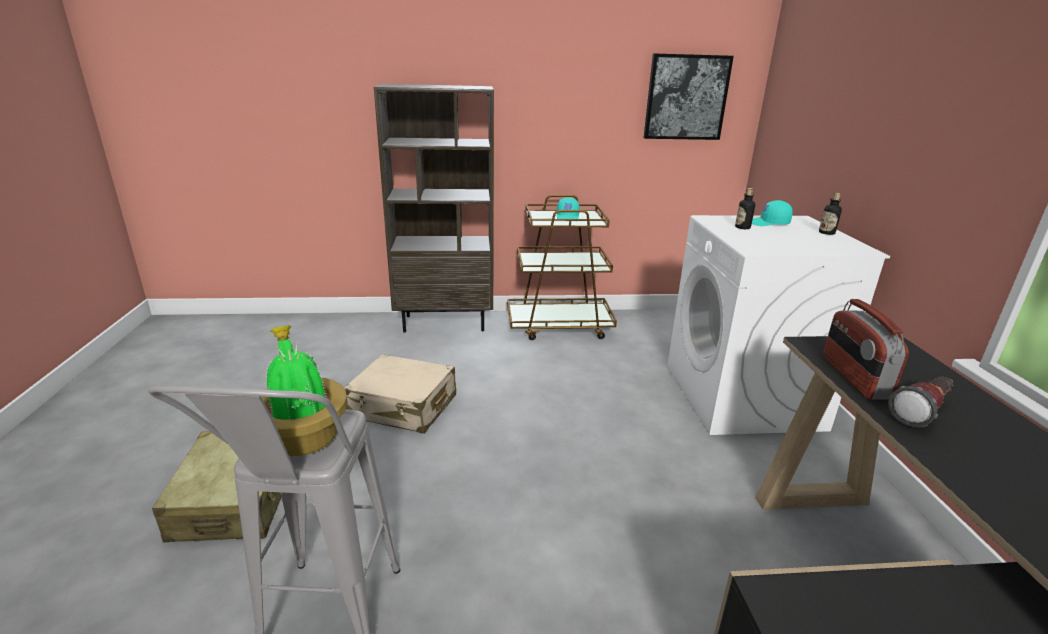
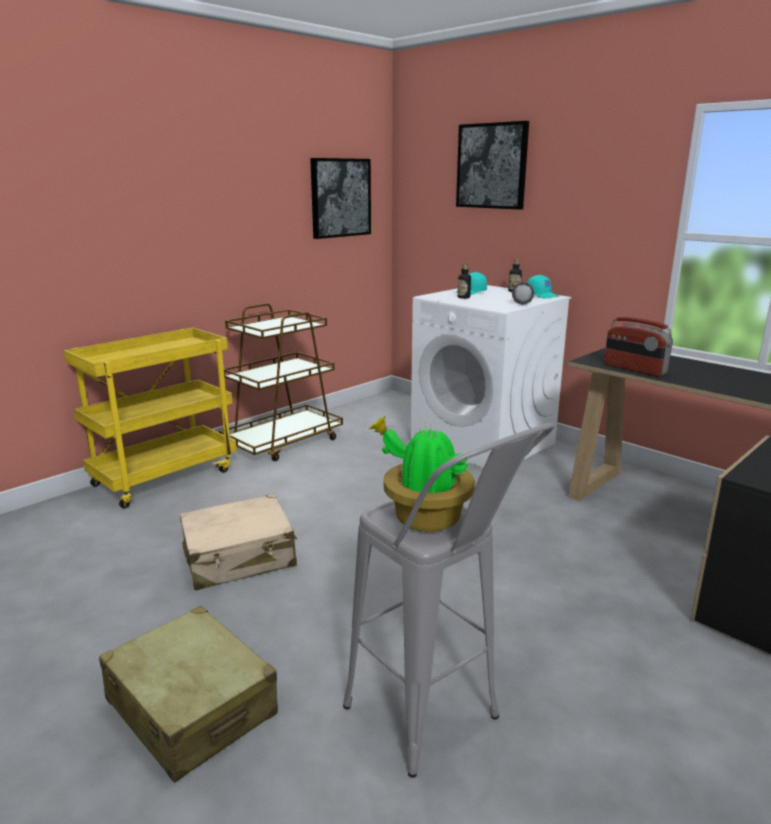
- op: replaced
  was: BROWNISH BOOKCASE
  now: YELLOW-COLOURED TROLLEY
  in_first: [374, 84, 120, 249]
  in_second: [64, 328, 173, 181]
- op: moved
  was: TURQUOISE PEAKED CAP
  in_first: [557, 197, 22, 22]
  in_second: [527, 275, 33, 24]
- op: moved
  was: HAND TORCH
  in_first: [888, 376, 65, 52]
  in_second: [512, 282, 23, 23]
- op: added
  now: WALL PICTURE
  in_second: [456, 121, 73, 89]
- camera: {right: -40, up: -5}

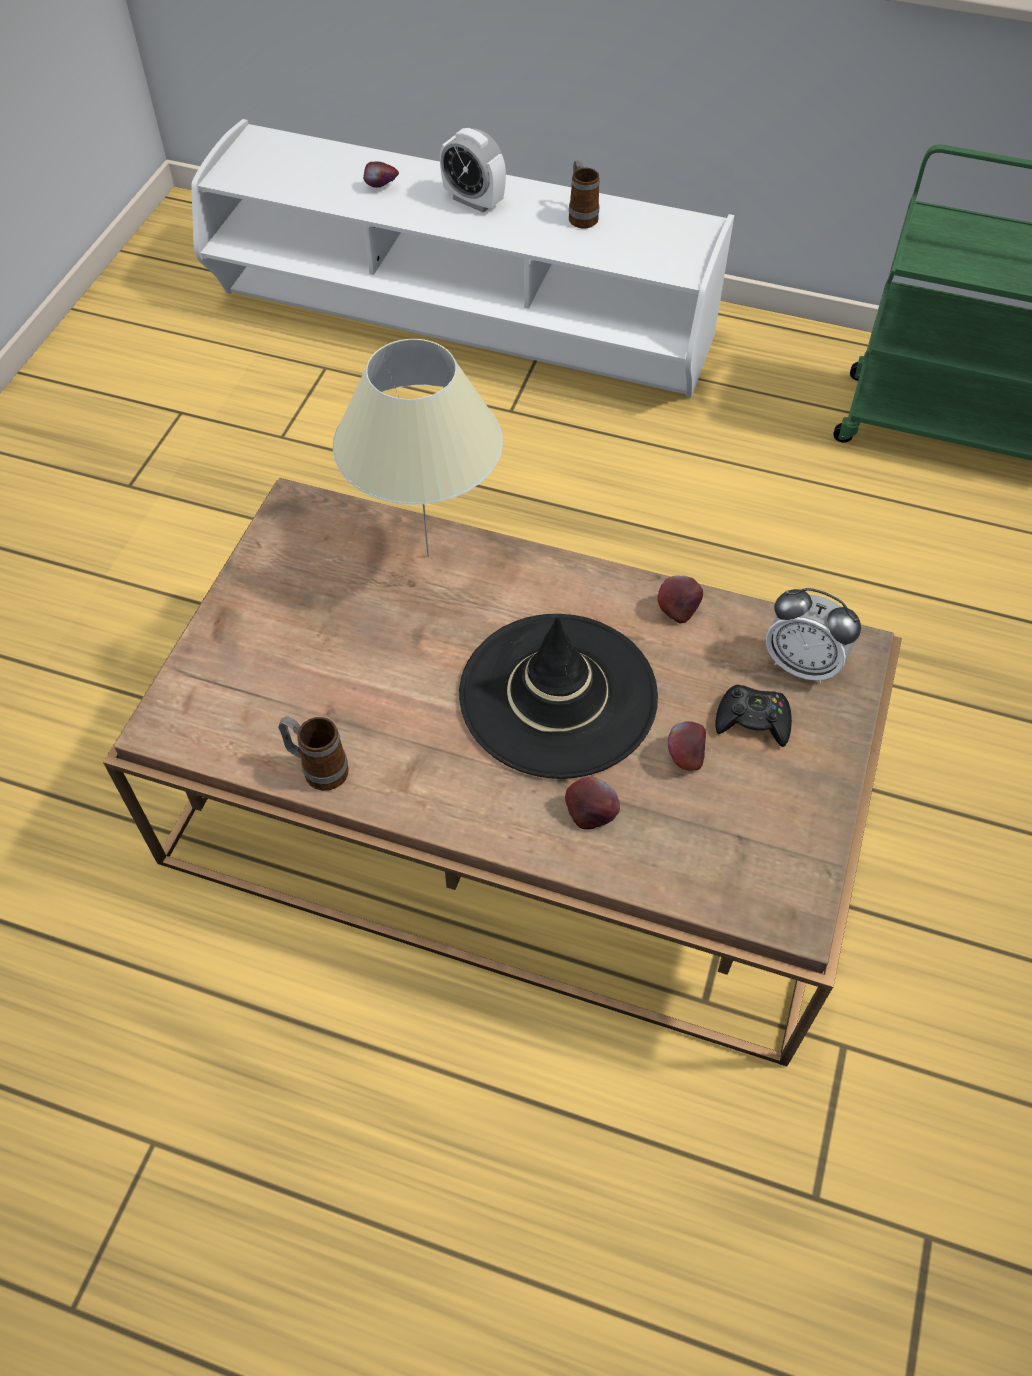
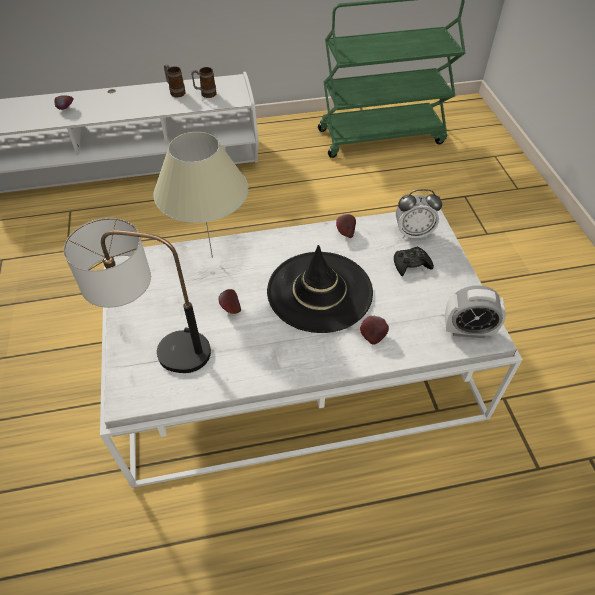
- op: moved
  was: ALARM CLOCK
  in_first: [440, 128, 66, 85]
  in_second: [445, 285, 61, 53]
- op: recoloured
  was: BROWNISH COFFEE TABLE
  now: WHITE-COLOURED COFFEE TABLE
  in_first: [103, 478, 799, 589]
  in_second: [100, 209, 423, 279]
- op: moved
  was: COFFEE MUG
  in_first: [278, 717, 70, 74]
  in_second: [191, 67, 26, 31]
- op: moved
  was: APPLE
  in_first: [668, 721, 38, 50]
  in_second: [219, 289, 22, 25]
- op: added
  now: TABLE LAMP
  in_second: [63, 218, 148, 155]
- camera: {right: -30, up: -5}

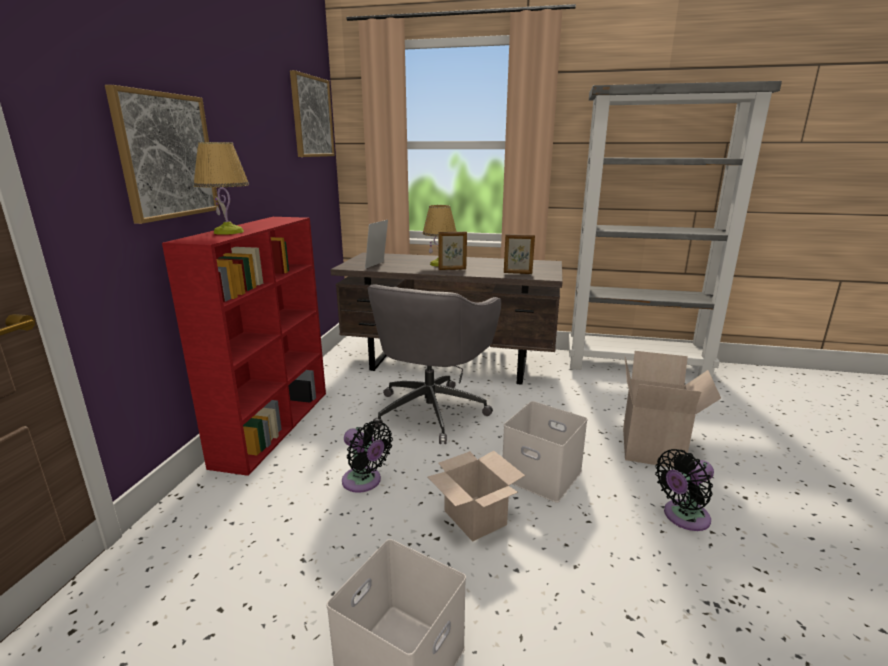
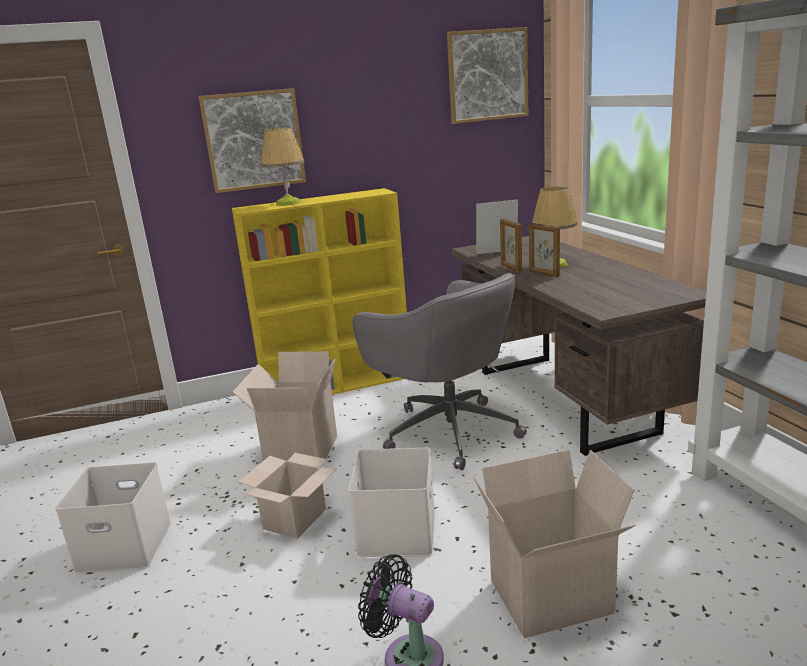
- op: recoloured
  was: REDDISH BOOKCASE
  now: YELLOW-COLOURED BOOKCASE
  in_first: [162, 217, 164, 259]
  in_second: [232, 188, 175, 207]
- op: moved
  was: STANDING FRAME
  in_first: [504, 234, 31, 40]
  in_second: [500, 219, 22, 53]
- op: turned
  was: GRAY OFFICE CHAIR
  in_first: [367, 284, 134, 160]
  in_second: [353, 273, 174, 197]
  clockwise: -120
- op: replaced
  was: BLACK COOLING FAN
  now: CARDBOARD BOX
  in_first: [342, 421, 51, 72]
  in_second: [233, 351, 104, 116]
- camera: {right: 60, up: 0}

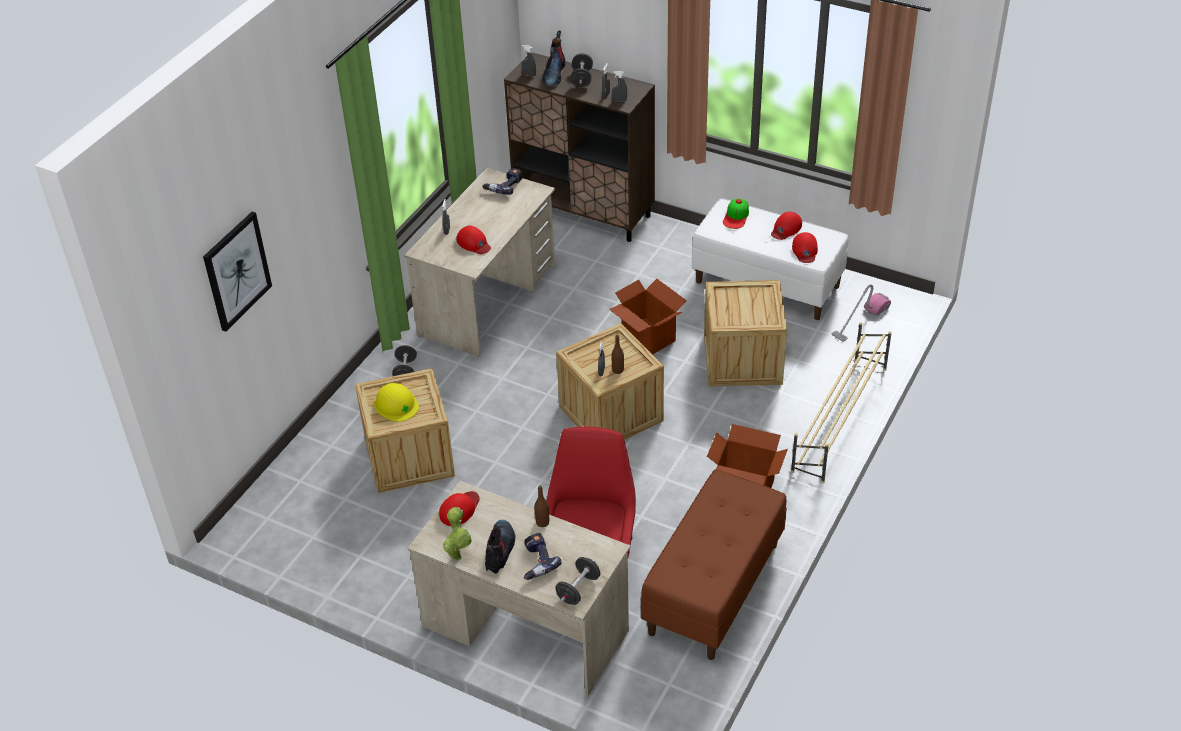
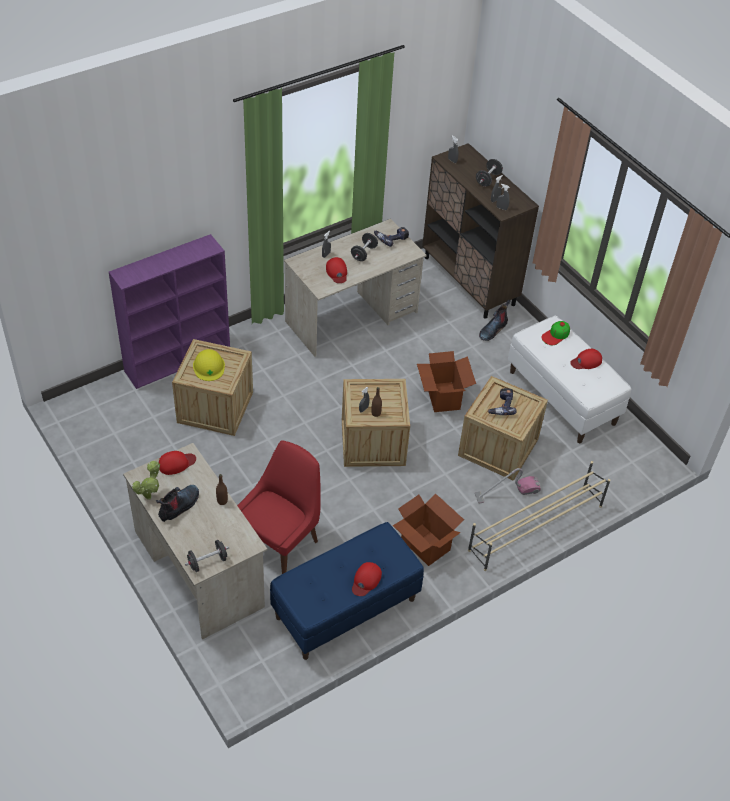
- op: moved
  was: TALL BOOT
  in_first: [542, 30, 23, 56]
  in_second: [479, 300, 31, 41]
- op: removed
  was: WALL PICTURE
  in_first: [203, 212, 69, 120]
- op: moved
  was: REDDISH PEAKED CAP
  in_first: [792, 232, 26, 31]
  in_second: [352, 562, 30, 34]
- op: moved
  was: VACUUM
  in_first: [832, 284, 59, 58]
  in_second: [475, 468, 66, 35]
- op: moved
  was: BLACK HAND WEIGHT
  in_first: [392, 345, 25, 31]
  in_second: [351, 233, 27, 28]
- op: recoloured
  was: BROWNISH LONG SEAT
  now: BLUISH LONG SEAT
  in_first: [641, 469, 146, 191]
  in_second: [270, 522, 154, 138]
- op: moved
  was: DRILL
  in_first: [524, 533, 37, 47]
  in_second: [488, 388, 29, 27]
- op: added
  now: PURPLE BOOKCASE
  in_second: [109, 234, 121, 155]
- camera: {right: 25, up: 5}

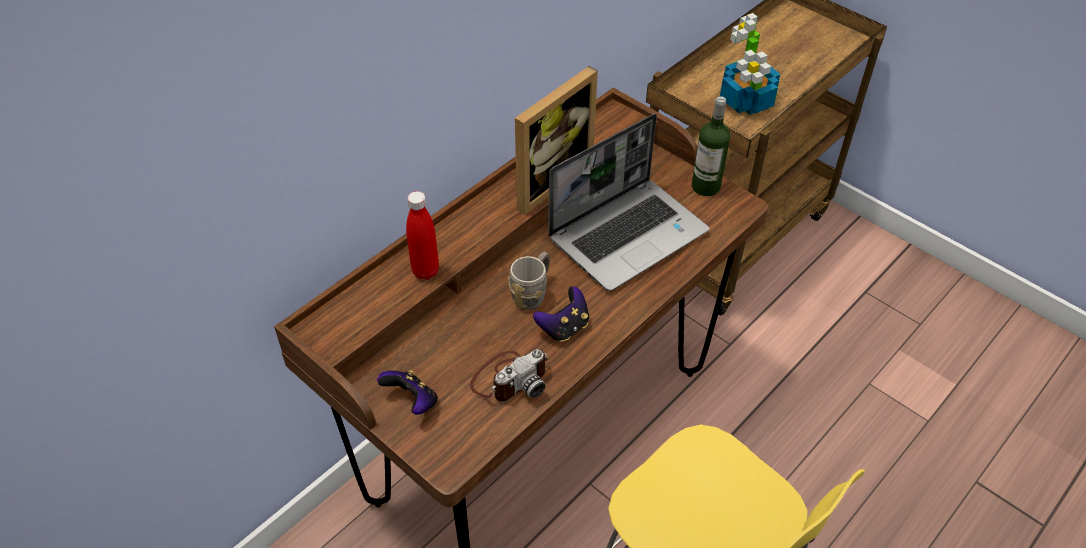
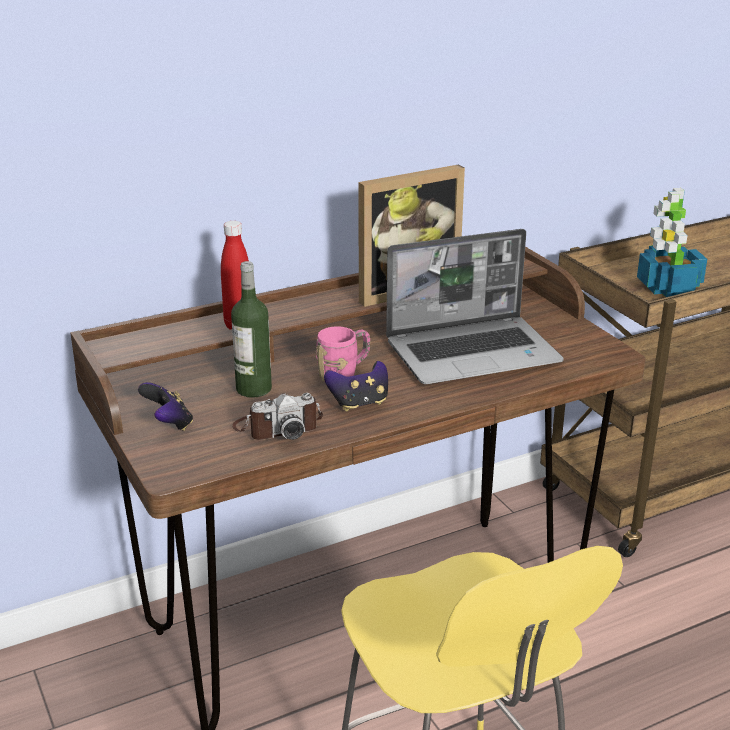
- op: moved
  was: BOTTLE
  in_first: [692, 96, 38, 100]
  in_second: [231, 261, 41, 137]
- op: recoloured
  was: GRAY COFFEE MUG
  now: PINK COFFEE MUG
  in_first: [508, 252, 42, 58]
  in_second: [316, 326, 54, 56]
- camera: {right: 20, up: -20}

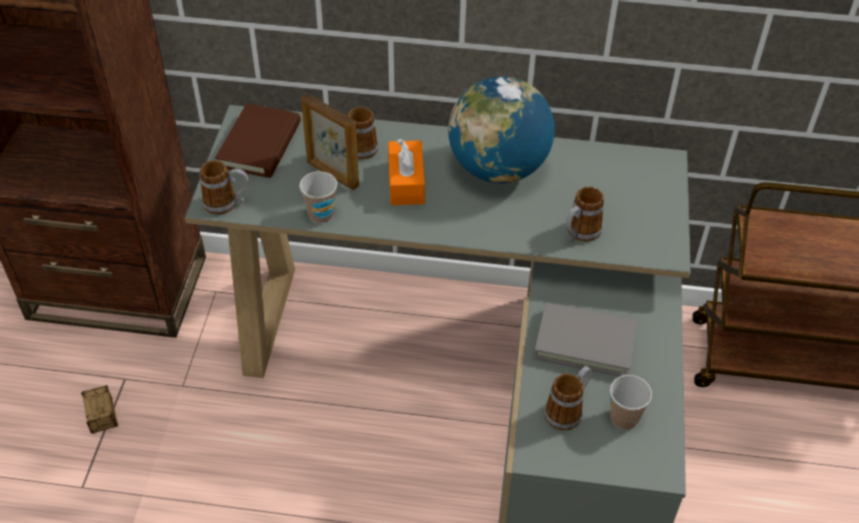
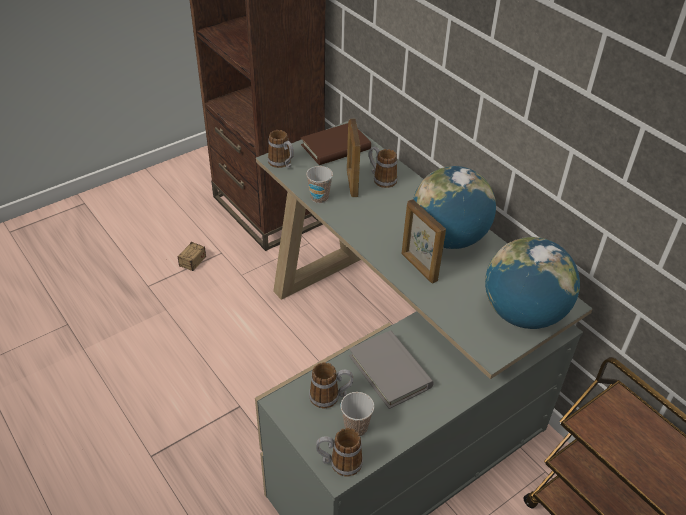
- op: removed
  was: ORANGE BOX OF TISSUES
  in_first: [388, 139, 37, 66]
- op: moved
  was: COFFEE MUG
  in_first: [565, 187, 39, 55]
  in_second: [316, 428, 47, 49]
- op: added
  now: STANDING FRAME
  in_second: [401, 199, 45, 85]
- op: added
  now: GLOBE
  in_second: [485, 237, 95, 92]
- camera: {right: 45, up: -5}

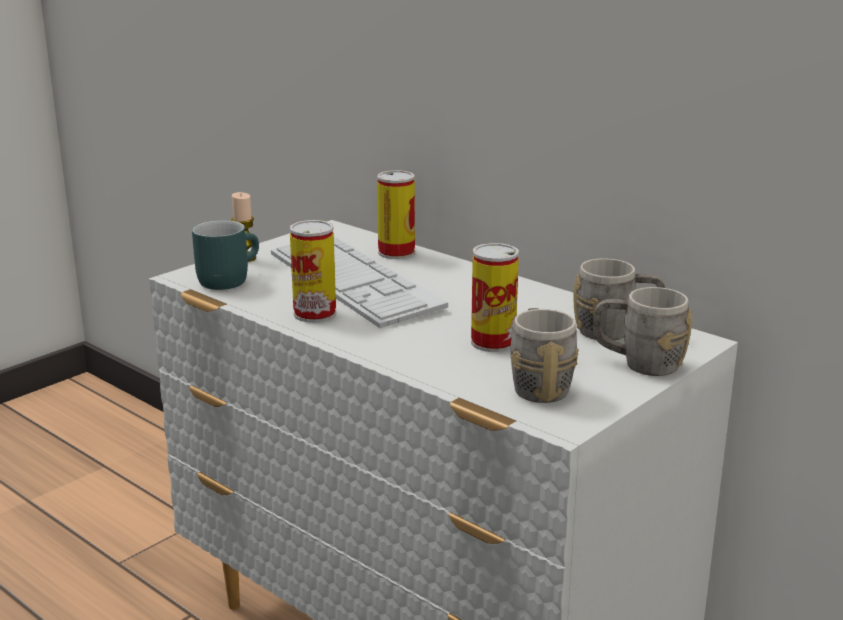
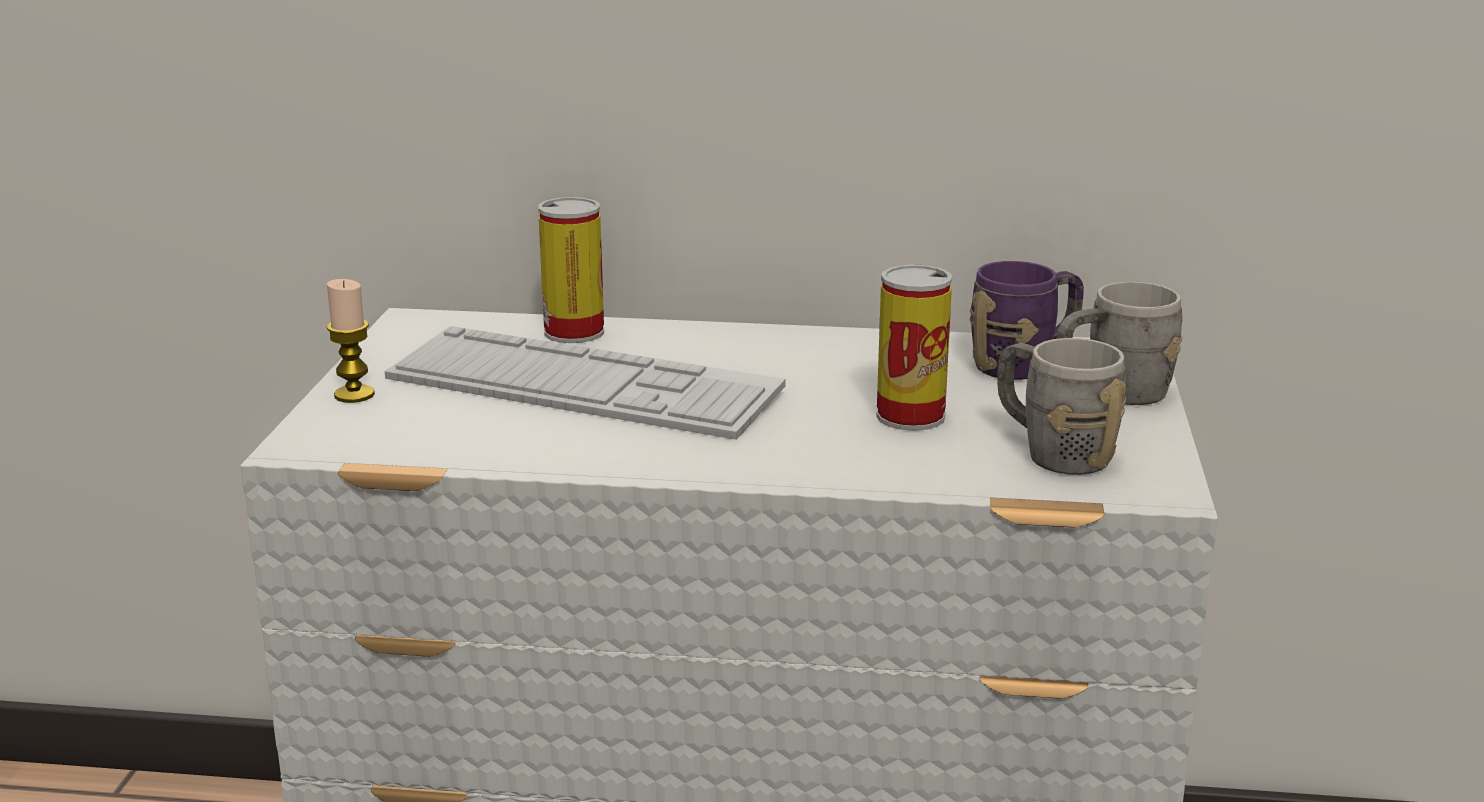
- op: removed
  was: TURQUOISE COFFEE MUG
  in_first: [192, 220, 67, 70]
- op: removed
  was: CAN
  in_first: [289, 220, 47, 103]
- op: recoloured
  was: GRAY COFFEE MUG
  now: PURPLE COFFEE MUG
  in_first: [573, 258, 92, 82]
  in_second: [970, 261, 114, 119]
- camera: {right: -35, up: 0}

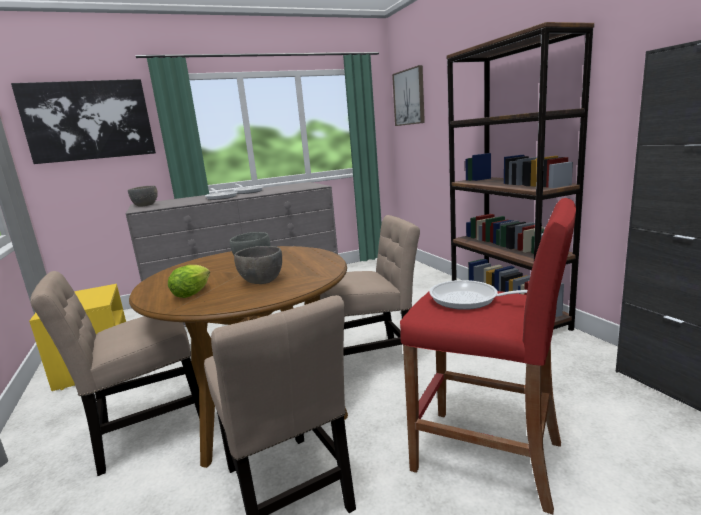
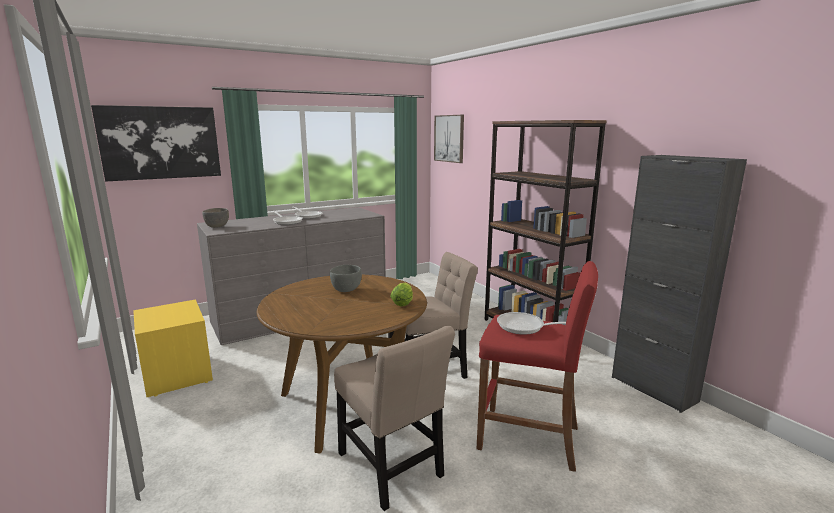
- op: removed
  was: GRAY DEEP DISH
  in_first: [234, 246, 48, 38]
- op: moved
  was: LETTUCE HEAD
  in_first: [168, 265, 42, 33]
  in_second: [390, 282, 23, 24]
- op: removed
  was: BEIGE CHAIR
  in_first: [31, 271, 169, 205]
- camera: {right: -10, up: 0}

